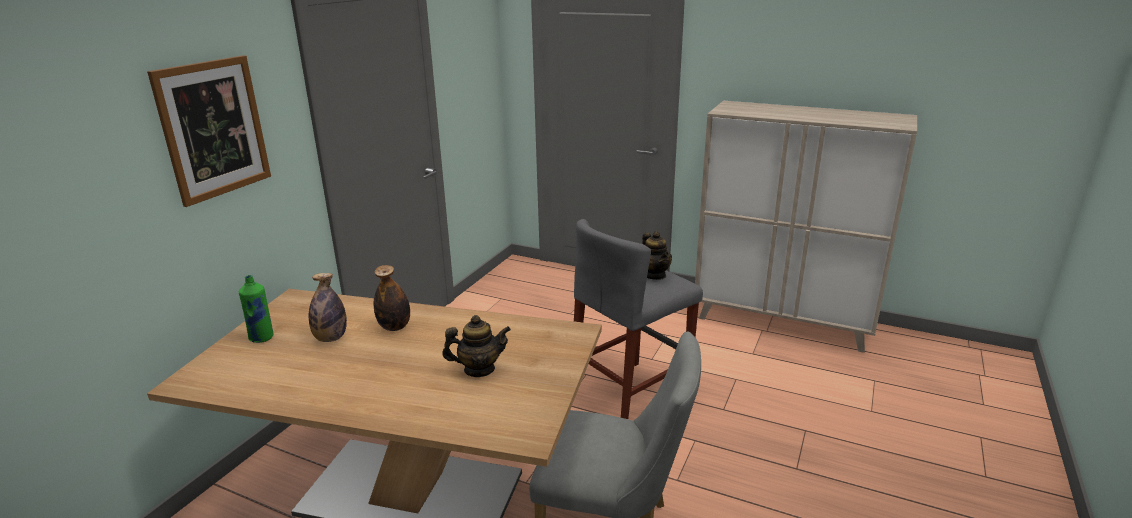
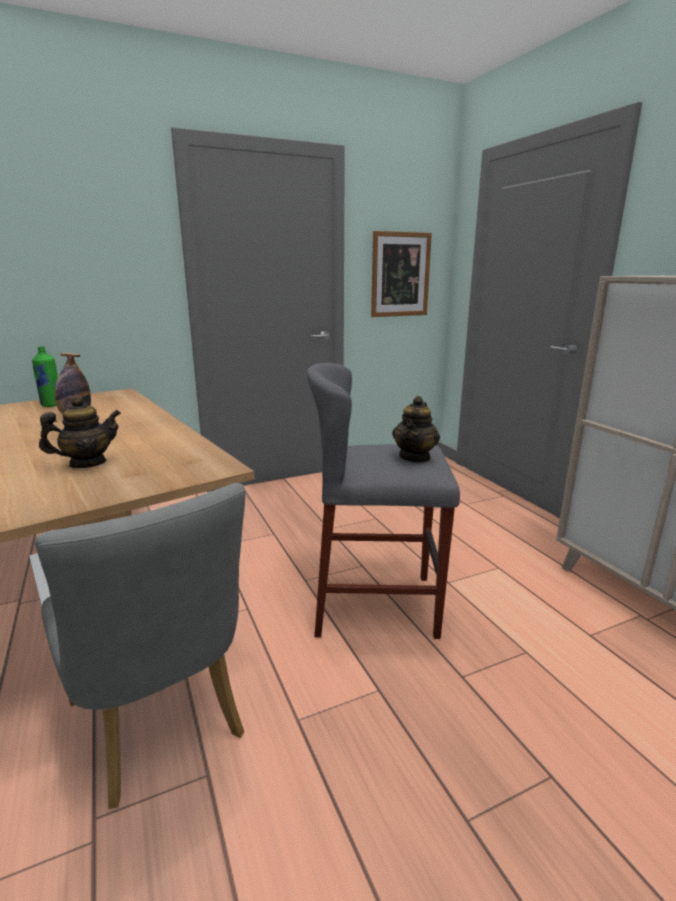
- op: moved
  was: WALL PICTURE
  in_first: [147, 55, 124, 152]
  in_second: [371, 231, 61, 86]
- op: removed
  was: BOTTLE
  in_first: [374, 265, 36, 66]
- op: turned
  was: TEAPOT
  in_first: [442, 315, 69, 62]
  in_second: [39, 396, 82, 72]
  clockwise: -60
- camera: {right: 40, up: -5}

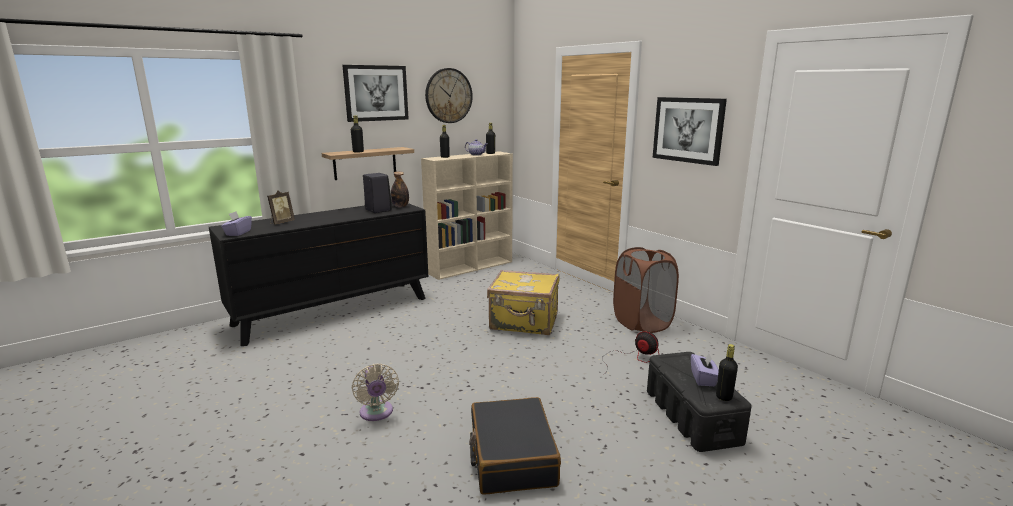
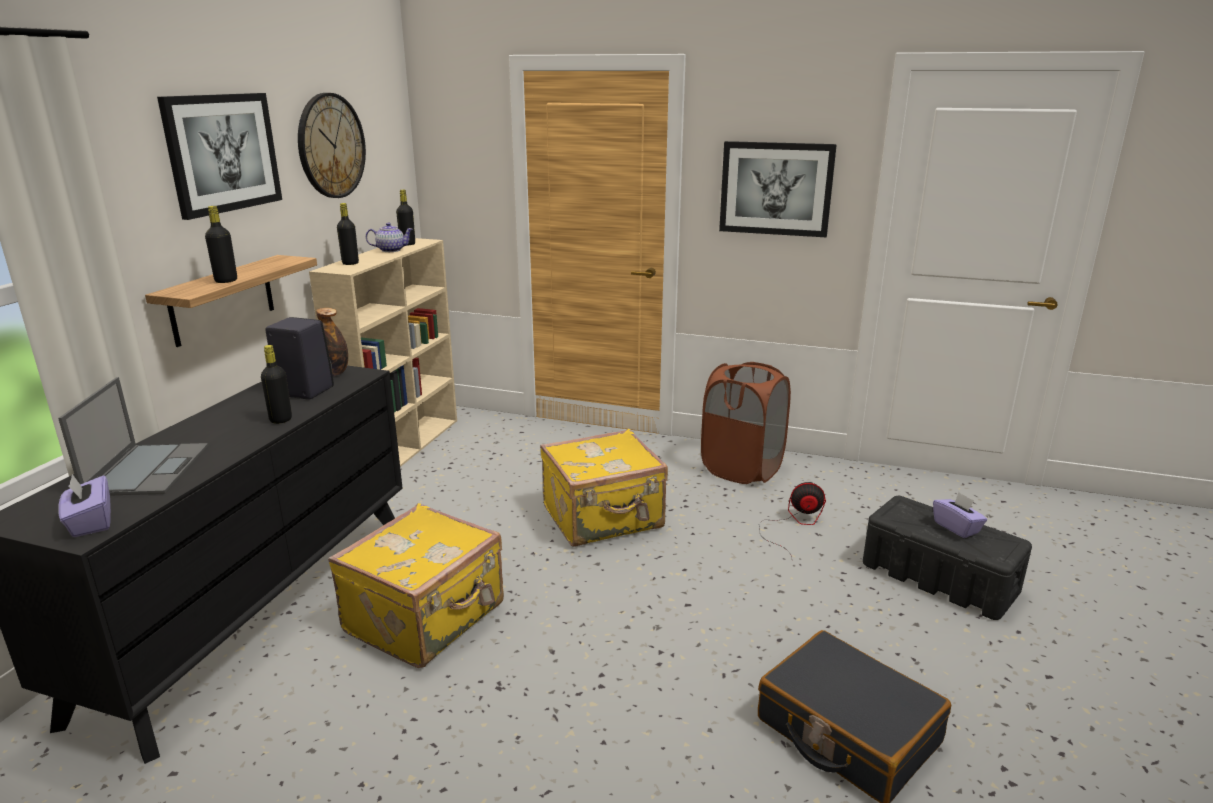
- op: replaced
  was: STANDING FRAME
  now: PORTABLE COMPUTER
  in_first: [267, 191, 28, 34]
  in_second: [58, 377, 151, 119]
- op: moved
  was: BLACK BOTTLE
  in_first: [716, 344, 22, 57]
  in_second: [261, 345, 31, 79]
- op: removed
  was: BEIGE COOLING FAN
  in_first: [352, 363, 47, 58]
- op: added
  now: YELLOW-COLOURED TRAVEL CASE
  in_second: [328, 503, 176, 165]
- camera: {right: -35, up: 5}

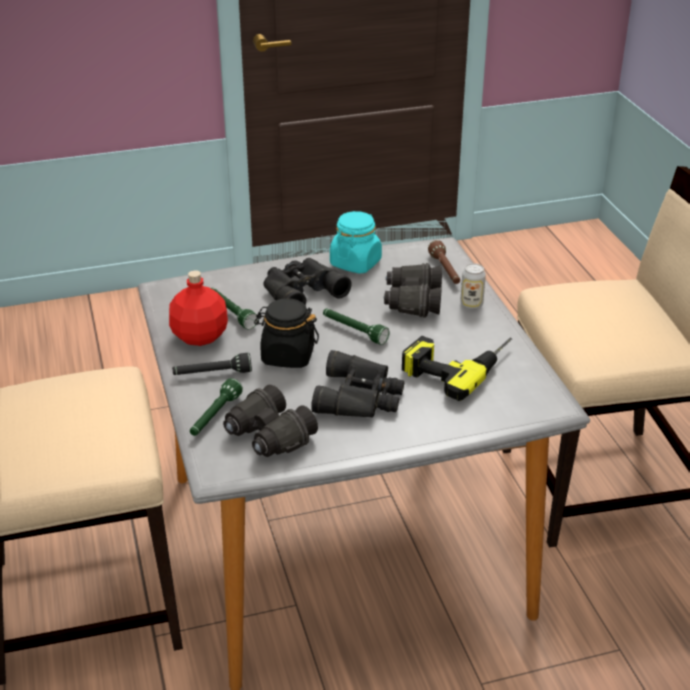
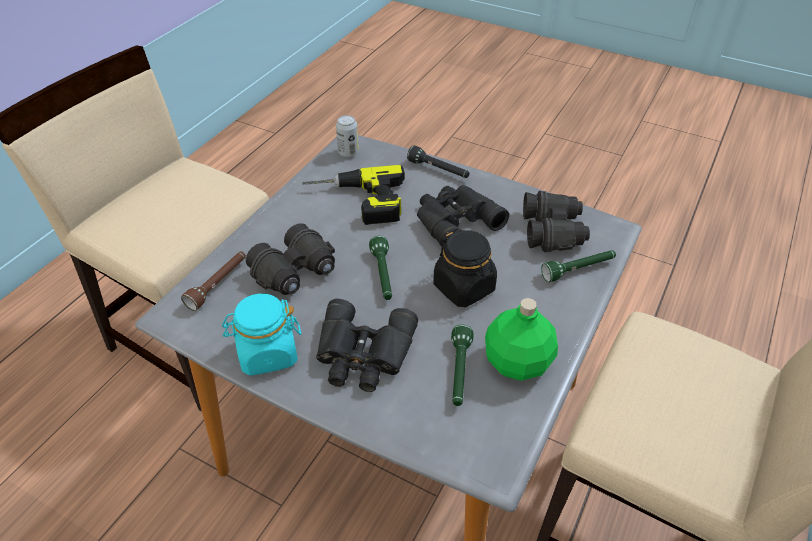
- op: moved
  was: CAN
  in_first: [460, 263, 26, 46]
  in_second: [336, 115, 23, 42]
- op: recoloured
  was: REDDISH BOTTLE
  now: GREEN BOTTLE
  in_first: [169, 270, 59, 76]
  in_second: [485, 298, 73, 83]
- op: moved
  was: BLACK HAND TORCH
  in_first: [172, 353, 80, 22]
  in_second: [407, 145, 63, 33]
- camera: {right: -135, up: 10}

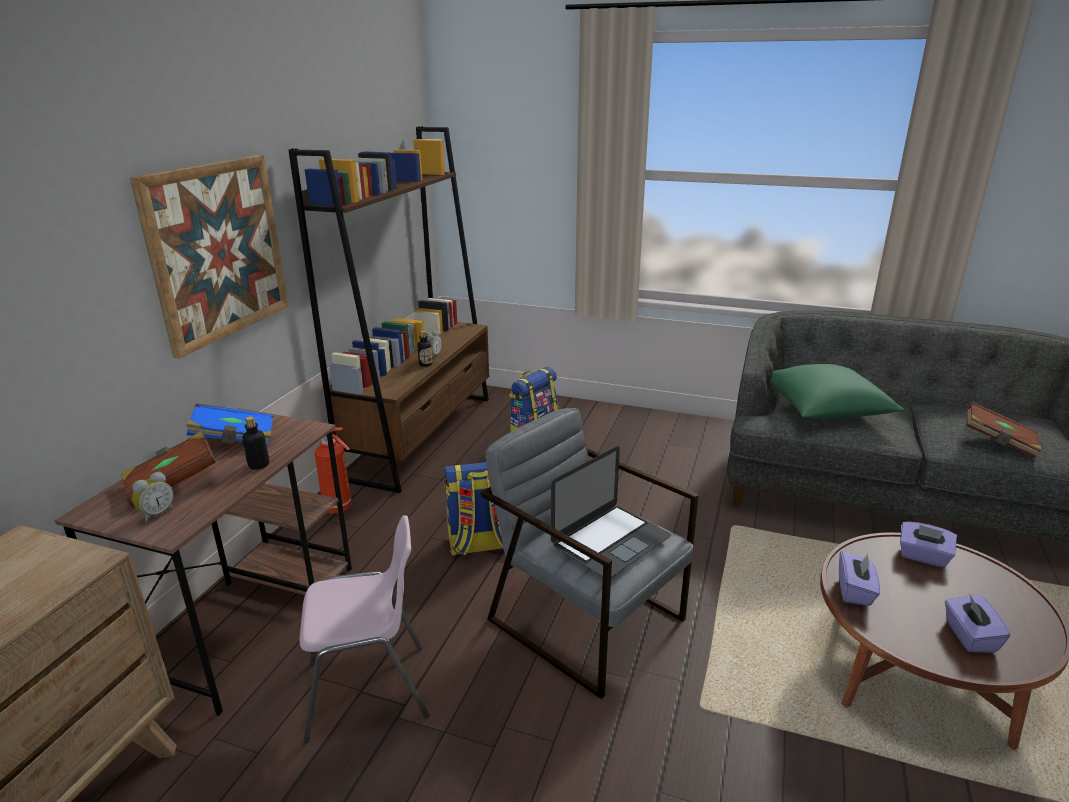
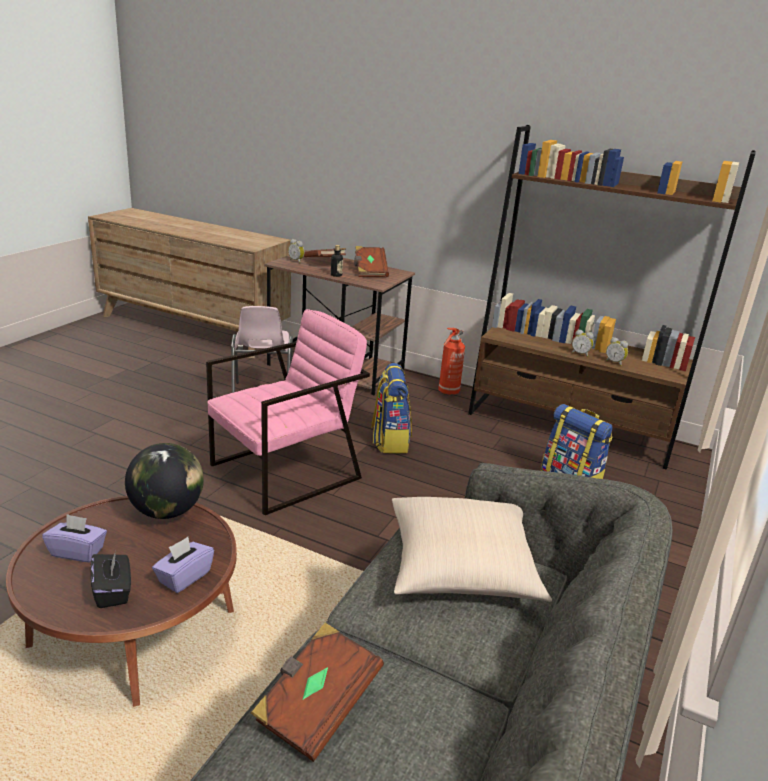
- op: removed
  was: WALL PICTURE
  in_first: [130, 155, 159, 204]
- op: removed
  was: BOTTLE
  in_first: [417, 331, 15, 36]
- op: recoloured
  was: GREEN PILLOW
  now: BEIGE PILLOW
  in_first: [770, 364, 135, 55]
  in_second: [392, 497, 160, 105]
- op: recoloured
  was: BLUISH BOOK
  now: BROWNISH BOOK
  in_first: [187, 404, 86, 42]
  in_second: [354, 246, 35, 31]
- op: recoloured
  was: GRAY ARMCHAIR
  now: PINK ARMCHAIR
  in_first: [481, 408, 218, 291]
  in_second: [206, 309, 164, 207]
- op: removed
  was: PORTABLE COMPUTER
  in_first: [551, 446, 120, 131]
- op: replaced
  was: PURPLE BOX OF TISSUES
  now: GLOBE
  in_first: [839, 551, 41, 55]
  in_second: [125, 443, 79, 76]
- op: added
  now: ALARM CLOCK
  in_second: [606, 337, 22, 29]
- op: added
  now: BLACK BOX OF TISSUES
  in_second: [91, 551, 40, 57]
- camera: {right: 95, up: 0}

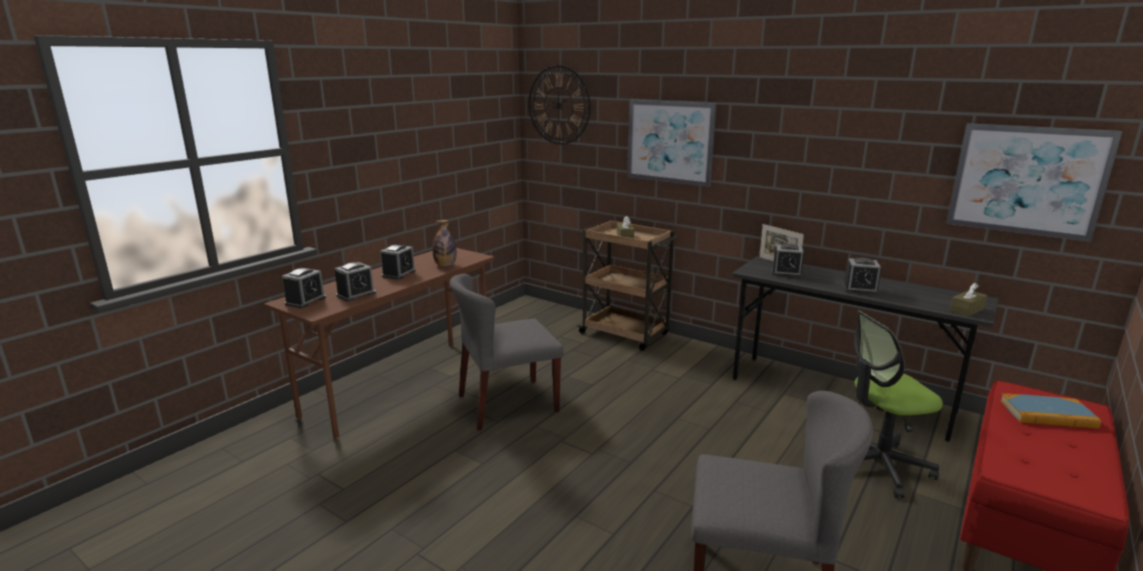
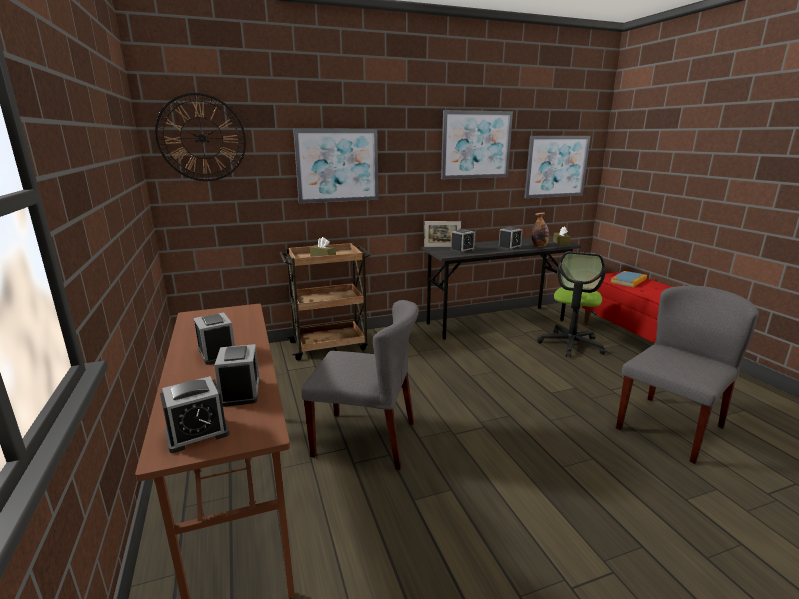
- op: moved
  was: BOTTLE
  in_first: [433, 220, 24, 46]
  in_second: [532, 212, 17, 35]
- op: turned
  was: ALARM CLOCK
  in_first: [282, 268, 44, 40]
  in_second: [160, 376, 70, 77]
  clockwise: 90
- op: turned
  was: GRAY CHAIR
  in_first: [450, 274, 114, 157]
  in_second: [302, 300, 117, 170]
  clockwise: -90
- op: added
  now: WALL PICTURE
  in_second: [441, 110, 72, 69]
- camera: {right: -55, up: 0}

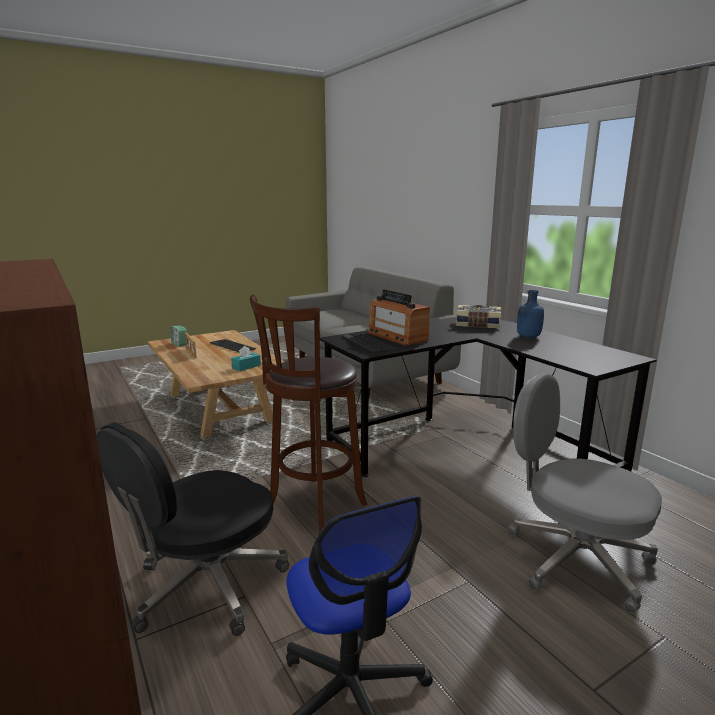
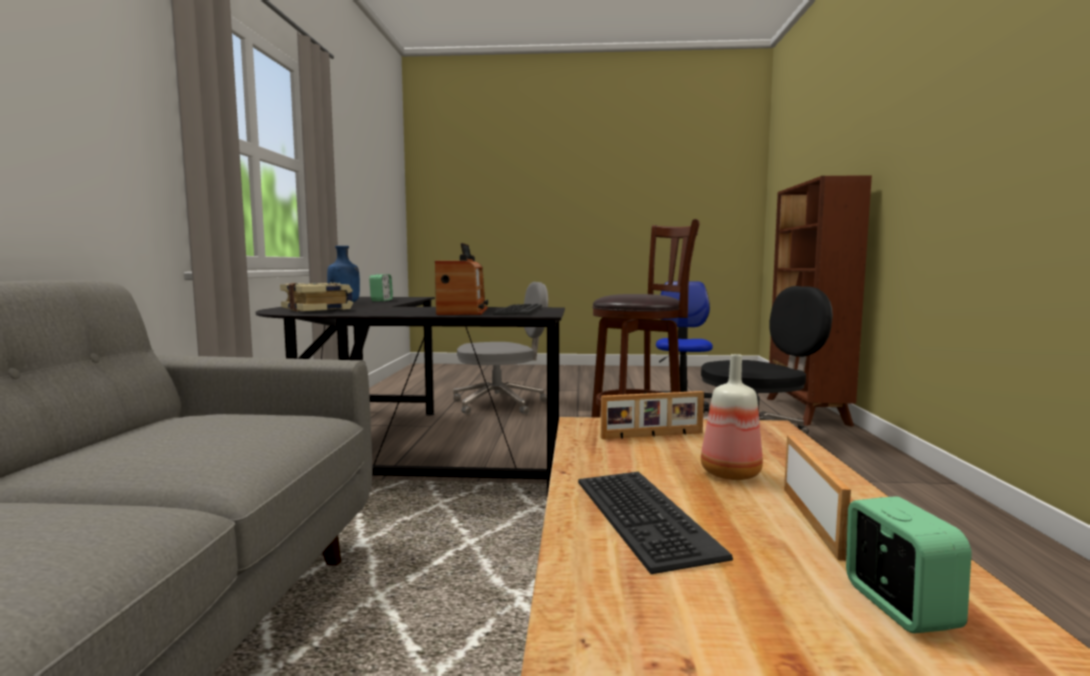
- op: replaced
  was: TURQUOISE BOX OF TISSUES
  now: STANDING FRAME
  in_first: [231, 346, 30, 25]
  in_second: [601, 391, 103, 48]
- op: turned
  was: GRAY OFFICE CHAIR
  in_first: [507, 373, 155, 240]
  in_second: [453, 282, 95, 132]
  clockwise: -90
- op: added
  now: ALARM CLOCK
  in_second: [369, 274, 24, 27]
- op: added
  now: BOTTLE
  in_second: [701, 354, 62, 126]
- camera: {right: -145, up: -10}

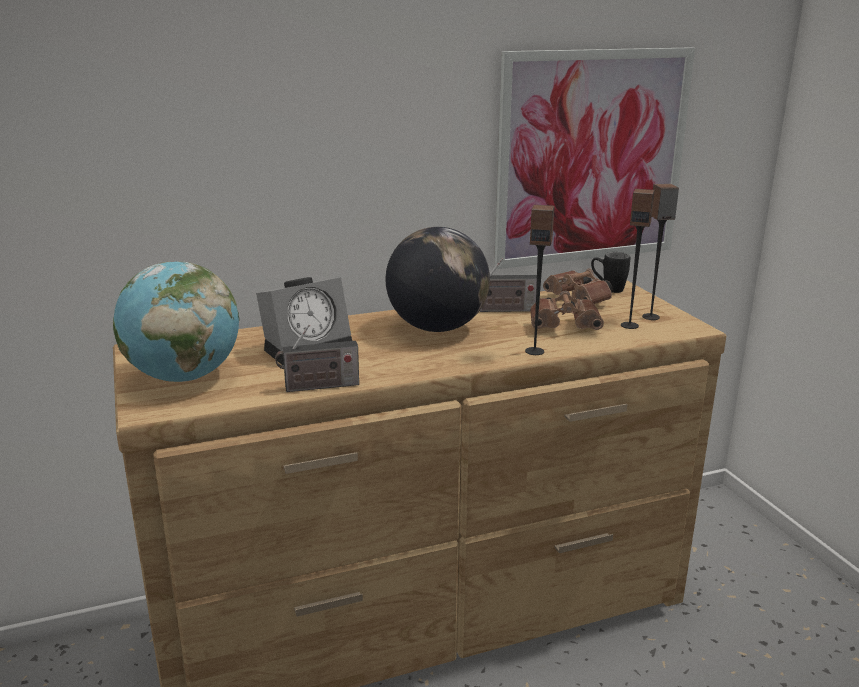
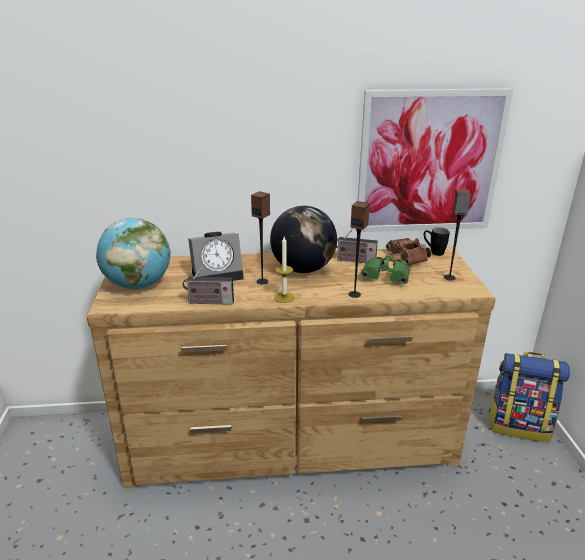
- op: moved
  was: LOUDSPEAKER
  in_first: [621, 189, 34, 140]
  in_second: [251, 191, 19, 93]
- op: recoloured
  was: BROWNISH PAIR OF BINOCULARS
  now: GREEN PAIR OF BINOCULARS
  in_first: [530, 291, 74, 39]
  in_second: [361, 254, 49, 30]
- op: added
  now: WAX CANDLE
  in_second: [274, 237, 21, 66]
- op: added
  now: RUCKSACK
  in_second: [489, 352, 81, 90]
- camera: {right: 15, up: 5}

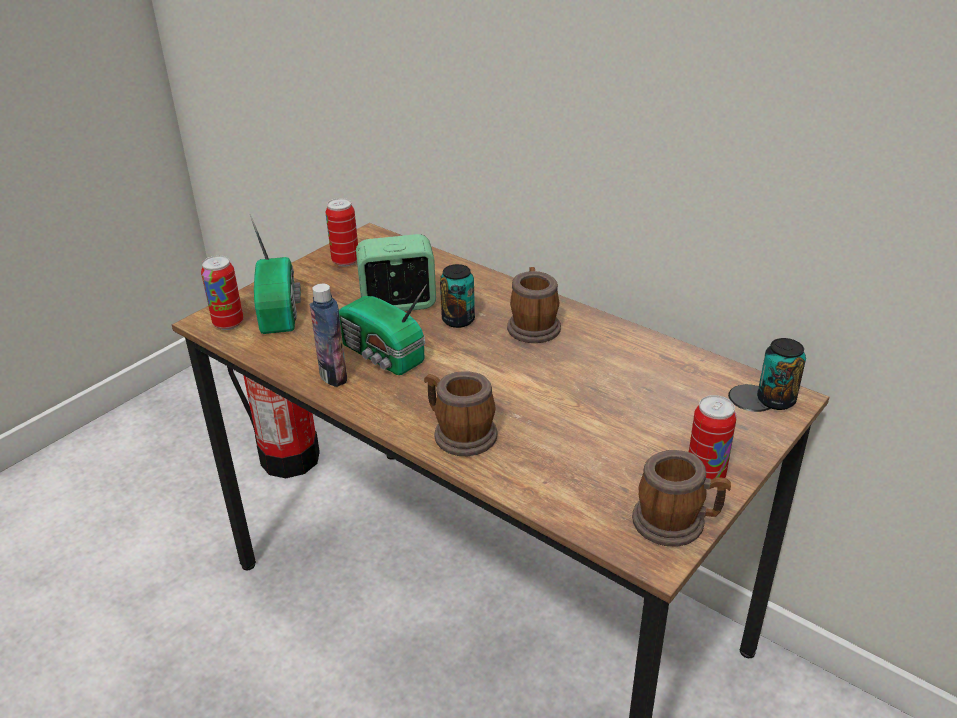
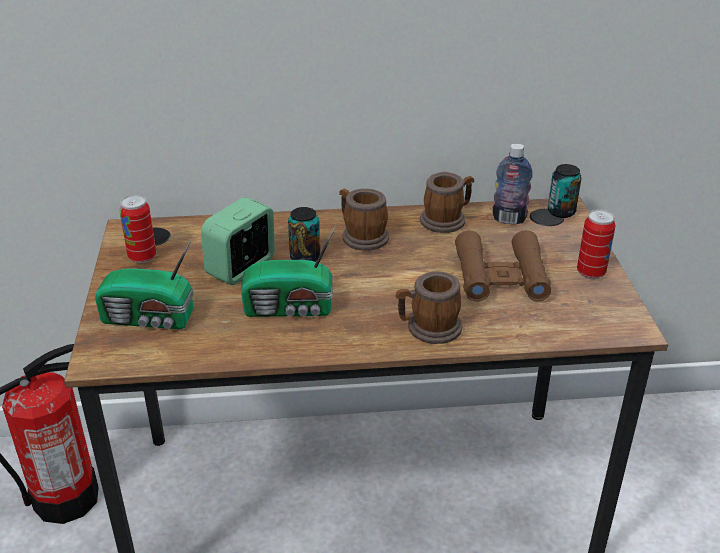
- op: turned
  was: RADIO RECEIVER
  in_first: [250, 215, 51, 119]
  in_second: [95, 238, 99, 91]
  clockwise: 150
- op: removed
  was: CAN
  in_first: [201, 255, 42, 75]
- op: moved
  was: BOTTLE
  in_first: [310, 284, 37, 103]
  in_second: [492, 143, 41, 81]
- op: moved
  was: COFFEE MUG
  in_first: [632, 450, 99, 97]
  in_second: [420, 172, 54, 61]
- op: added
  now: BROWNISH PAIR OF BINOCULARS
  in_second: [455, 230, 96, 72]
- camera: {right: -45, up: 0}

